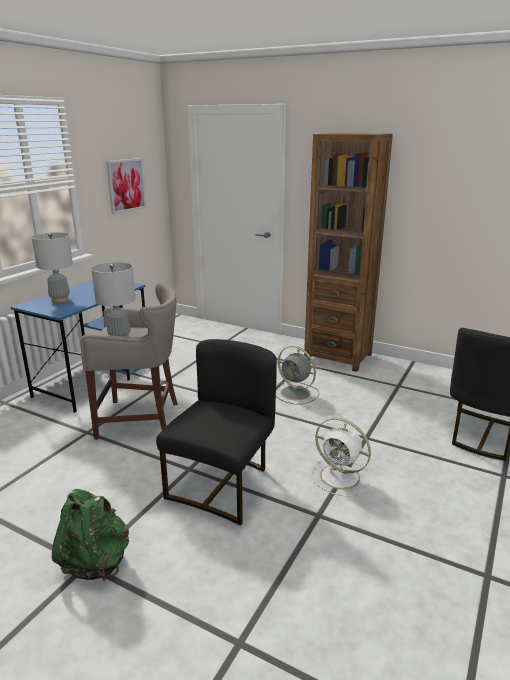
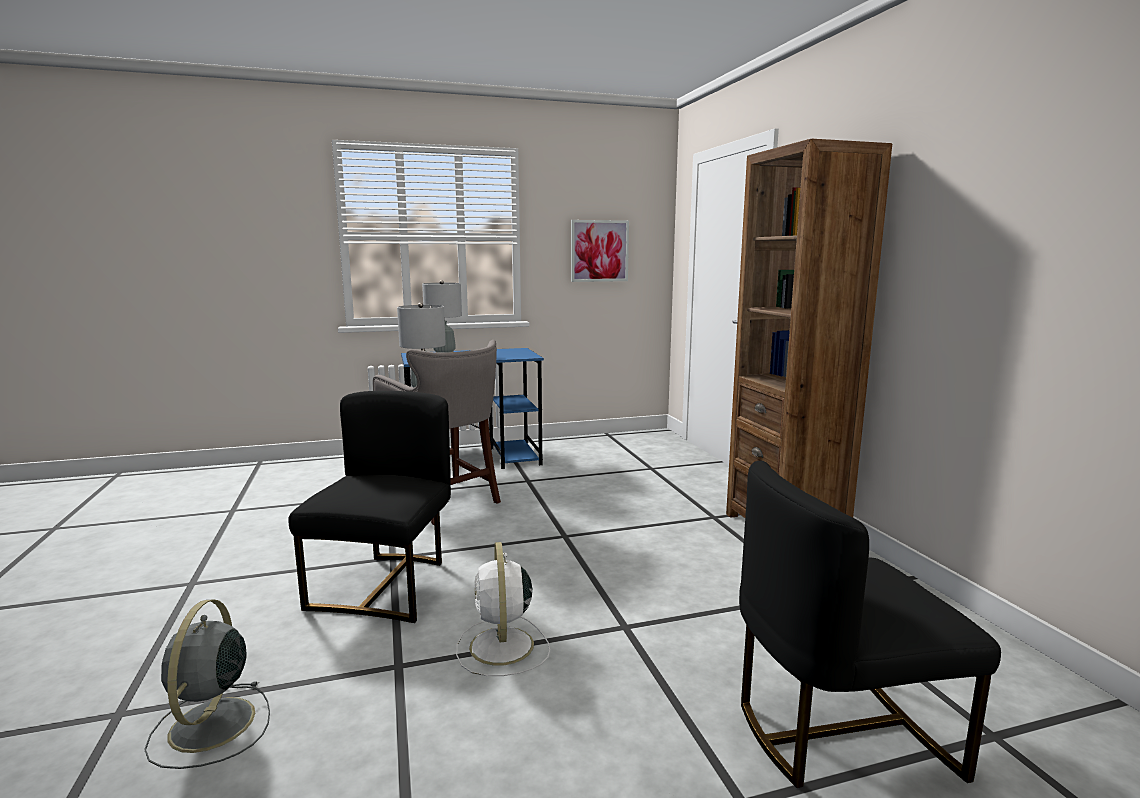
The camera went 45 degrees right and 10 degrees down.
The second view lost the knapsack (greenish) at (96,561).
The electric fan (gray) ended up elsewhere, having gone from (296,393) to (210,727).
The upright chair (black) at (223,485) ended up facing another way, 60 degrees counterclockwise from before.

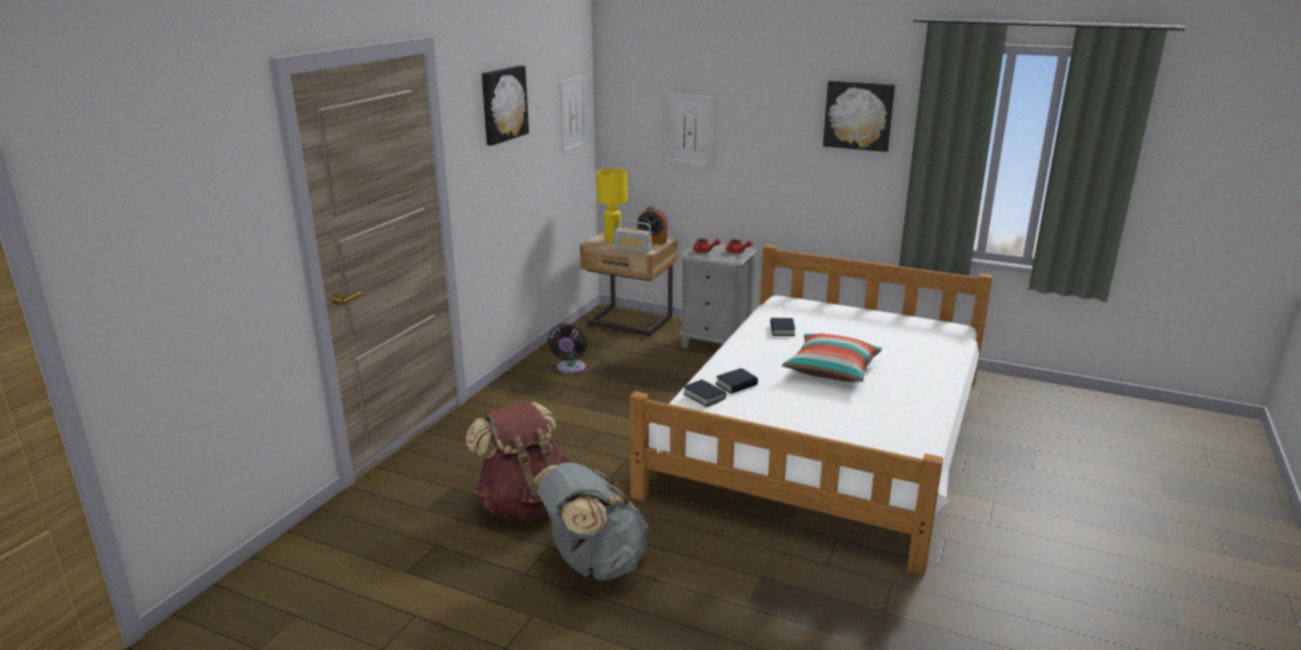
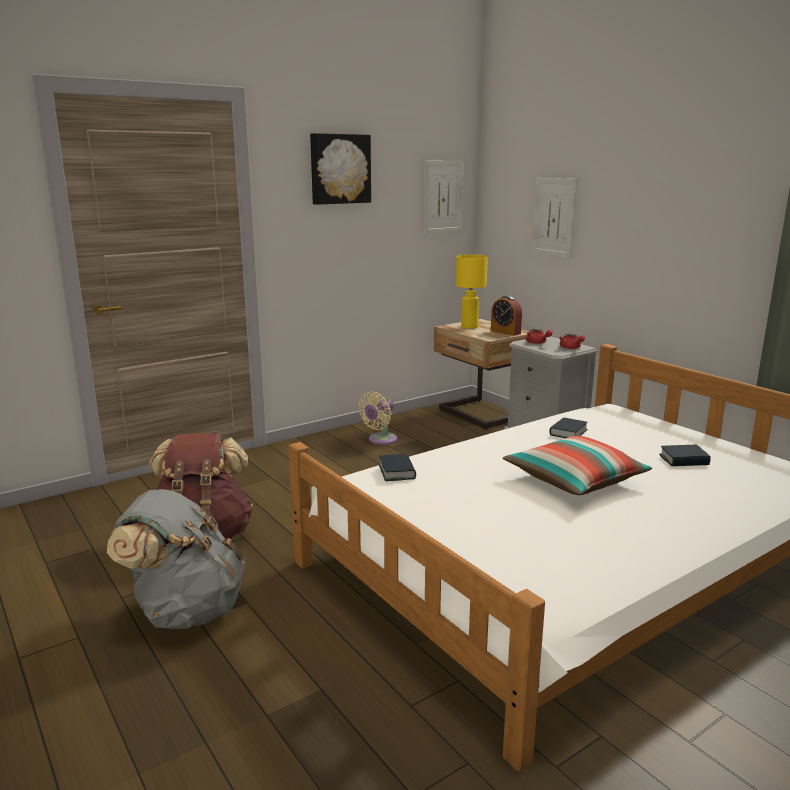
The camera went 30 degrees right and 5 degrees down.
The second view lost the radio set at (633,249).
The second view lost the picture at (858,115).
The book ended up elsewhere, having gone from (736,385) to (684,460).
What was the electric fan (black) at (570,369) turned into the electric fan (beige) at (380,440).

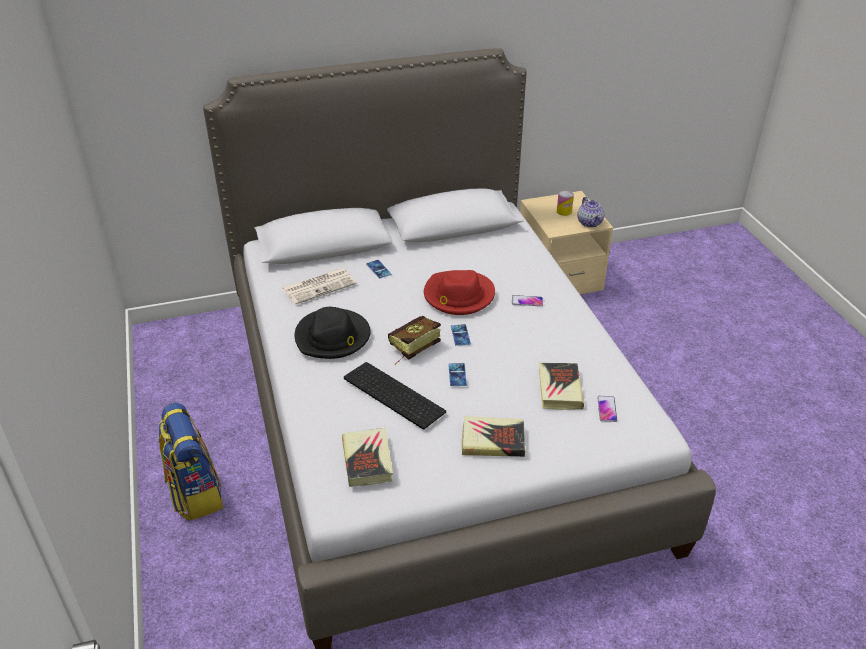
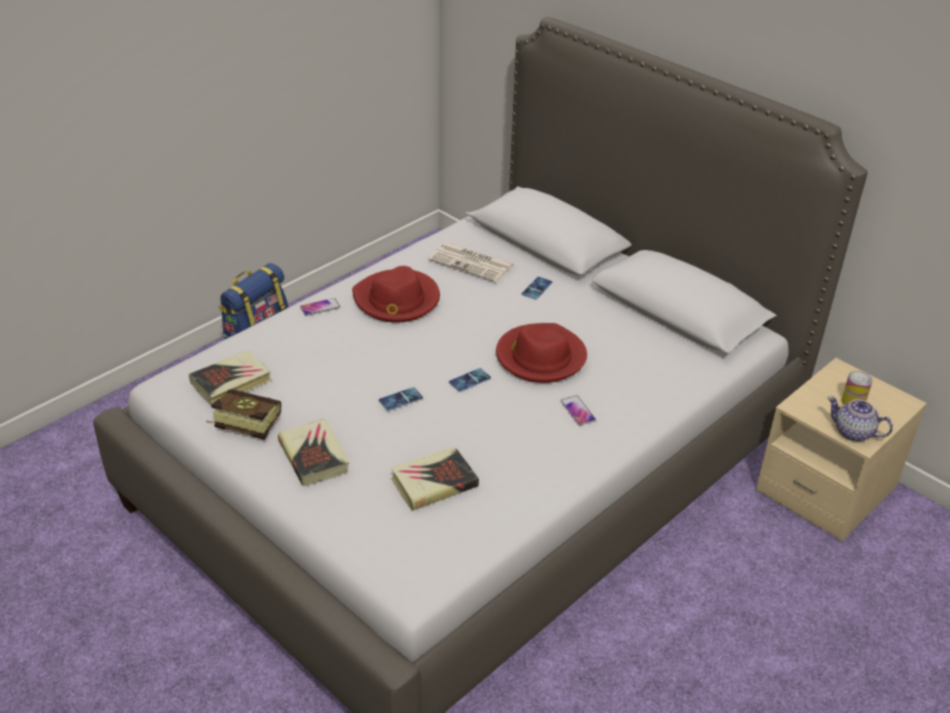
The camera went 60 degrees right and 0 degrees up.
The second view lost the keyboard at (391,395).
The book ended up elsewhere, having gone from (410,349) to (242,424).
The handset ended up elsewhere, having gone from (606,409) to (320,307).
What was the wearable hat (black) at (333,337) turned into the wearable hat (reddish) at (396,300).
The pot for tea at (589,222) ended up facing another way, 75 degrees clockwise from before.

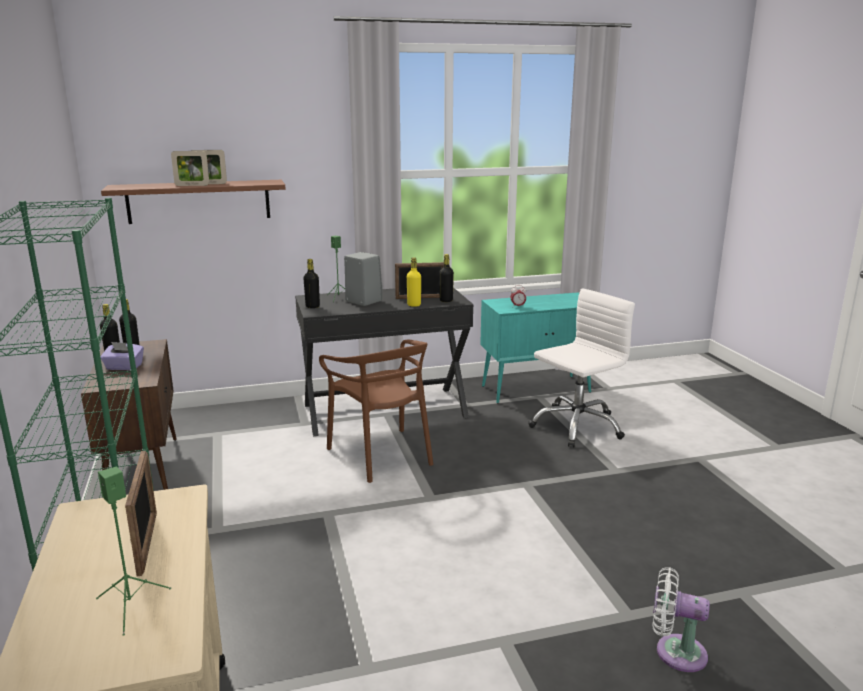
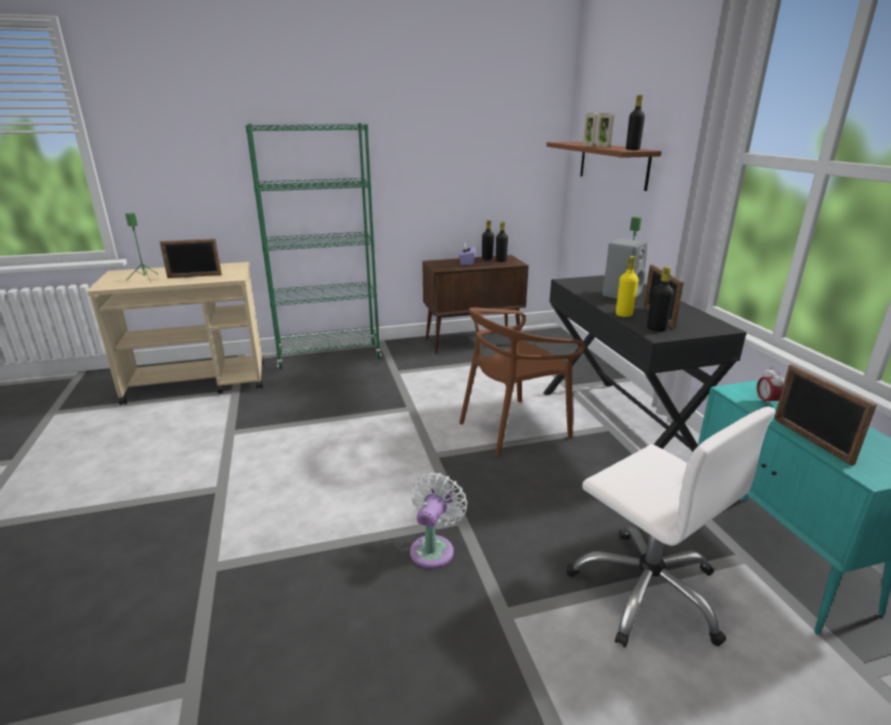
The camera went 90 degrees right and 5 degrees up.
The second view gained the picture frame at (811,440).
The bottle (black) ended up elsewhere, having gone from (312,306) to (632,149).
The electric fan (white) ended up elsewhere, having gone from (675,652) to (434,548).

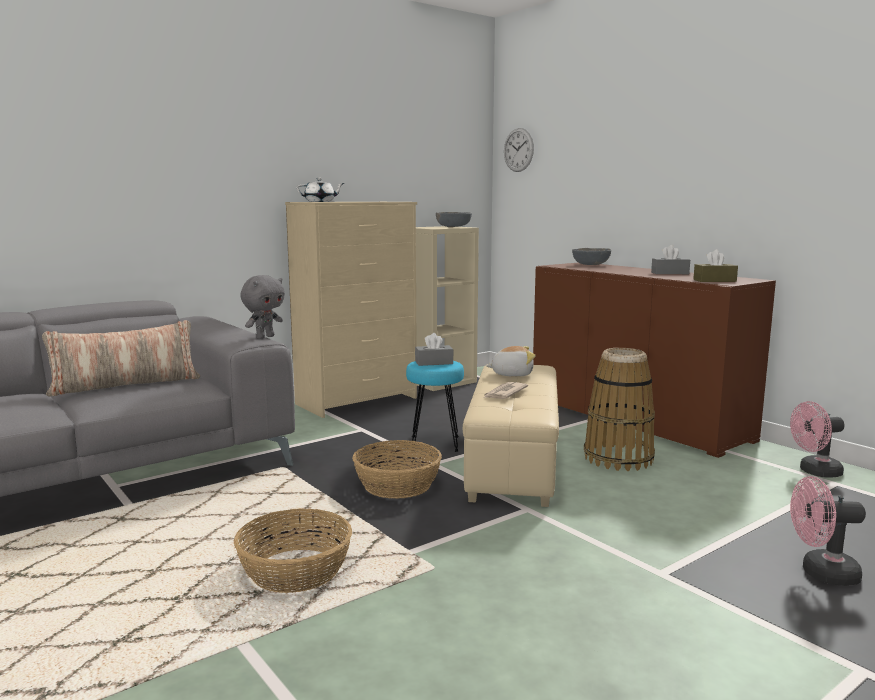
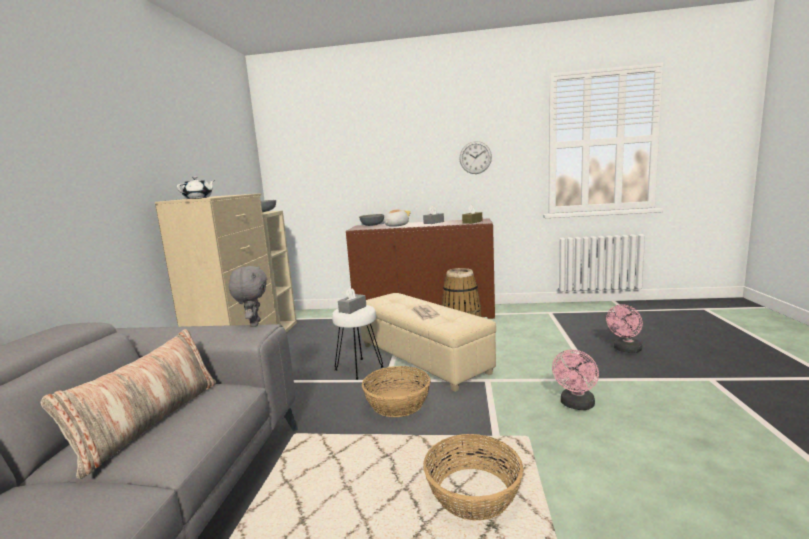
The camera went 45 degrees left and 0 degrees up.
The soft toy ended up elsewhere, having gone from (512,374) to (395,226).
The hanging clock ended up elsewhere, having gone from (518,150) to (475,157).
The electric fan (pink) ended up elsewhere, having gone from (815,472) to (576,405).
What was the stool seat (turquoise-coloured) at (435,443) turned into the stool seat (white) at (359,368).

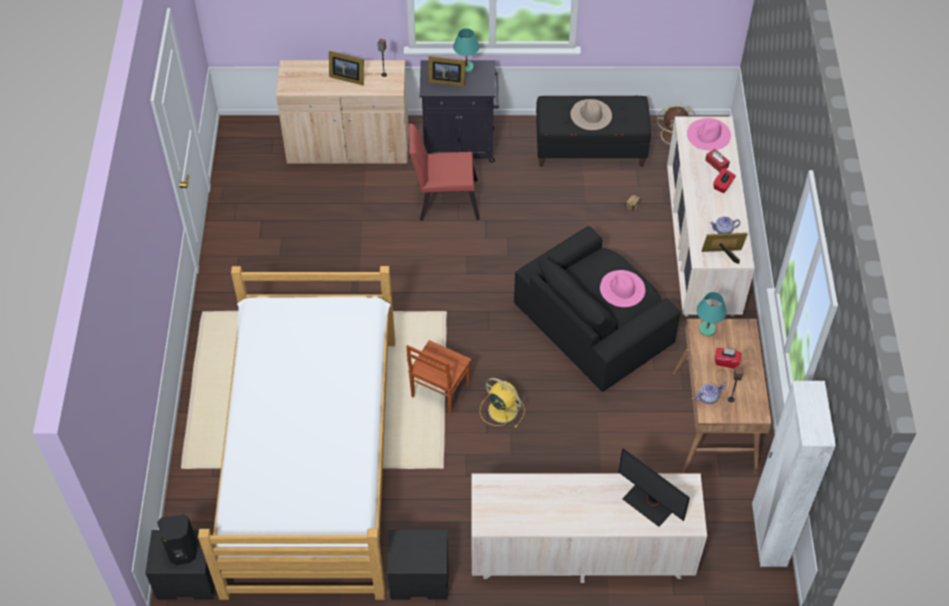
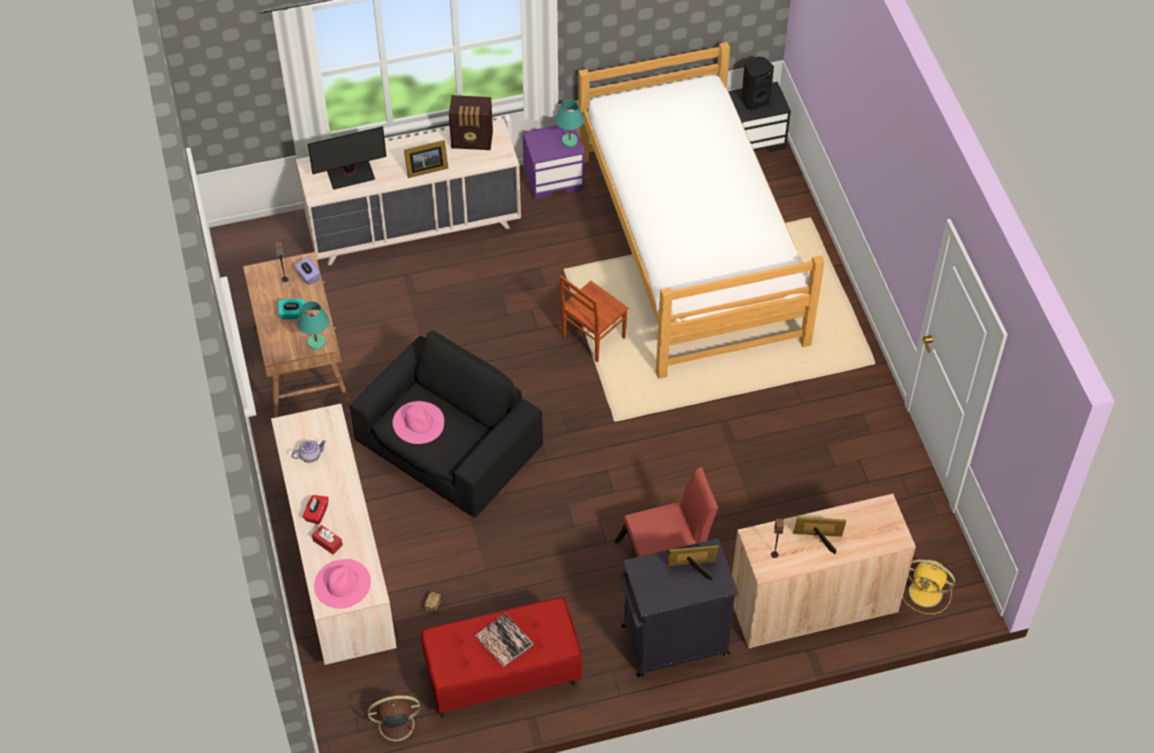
The camera went 165 degrees right and 0 degrees up.
The second view lost the wardrobe (white) at (768,536).
The second view gained the radio set at (473,141).
The lamp for a table (turquoise-coloured) ended up elsewhere, having gone from (466,67) to (569,140).
The electric fan (yellow-coloured) ended up elsewhere, having gone from (501,409) to (927,593).
The picture frame ended up elsewhere, having gone from (723,254) to (425,169).
Where the wearable hat (beige) stood at (591,114), the book came to stand at (504,640).
Where the pot for tea stood at (707,397), the tissue holder (purple) came to stand at (308,276).
What was the night table (black) at (418,579) turned into the night table (purple) at (554,178).
What was the bench (black) at (590,149) turned into the bench (reddish) at (503,676).
What was the tissue holder (reddish) at (726,361) turned into the tissue holder (turquoise-coloured) at (292,314).
The upright chair (brown) at (439,391) ended up facing another way, 150 degrees counterclockwise from before.
The computer display at (650,502) ended up facing another way, 135 degrees clockwise from before.

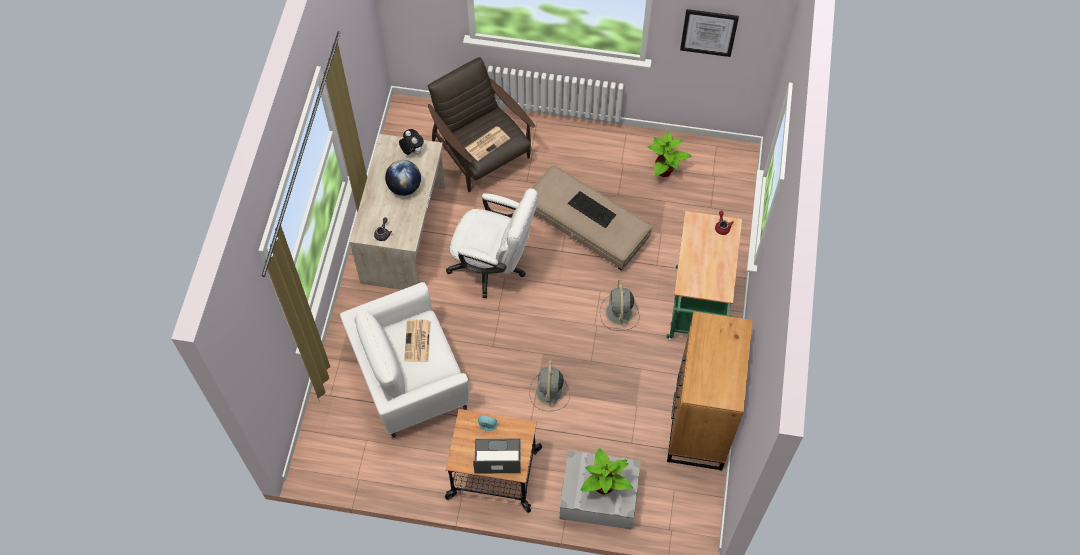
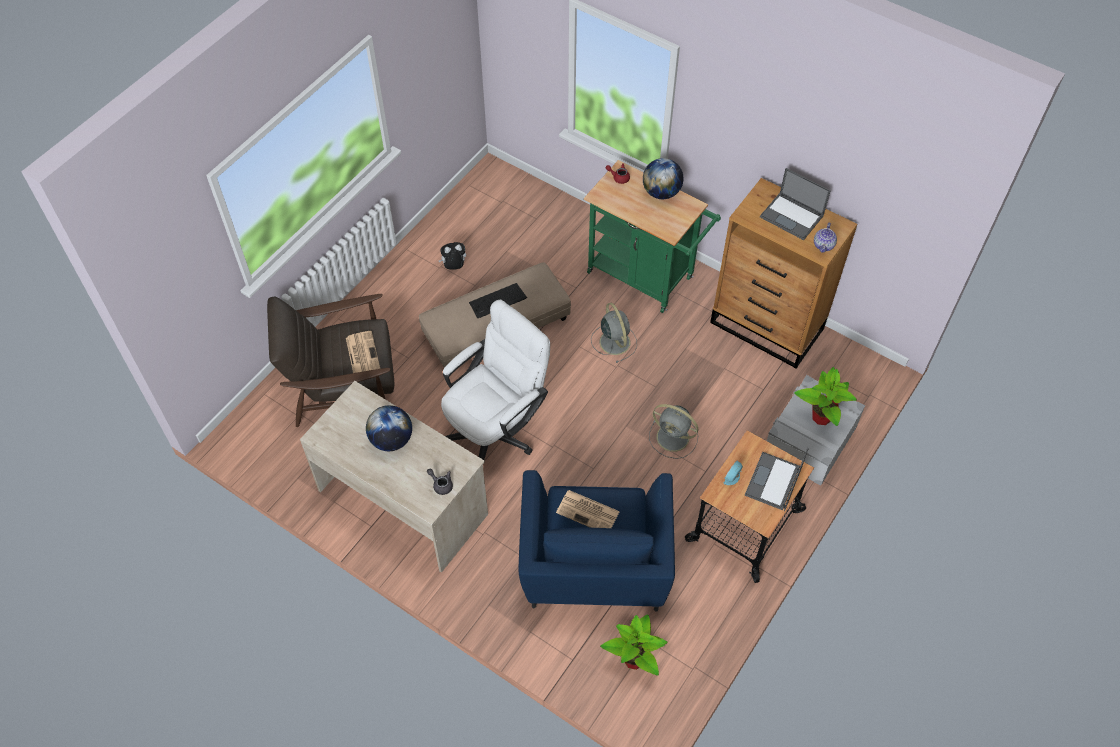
The camera went 65 degrees left and 5 degrees down.
The second view lost the picture at (708,32).
The second view gained the desk globe at (661,192).
The second view gained the laptop at (792,216).
The second view gained the pot for tea at (824,245).
The soft toy ended up elsewhere, having gone from (412,151) to (454,267).
The potted plant ended up elsewhere, having gone from (664,171) to (634,659).
What was the armchair (white) at (409,380) turned into the armchair (blue-coloured) at (594,567).
The electric fan (gray) at (619,313) ended up facing another way, 135 degrees counterclockwise from before.

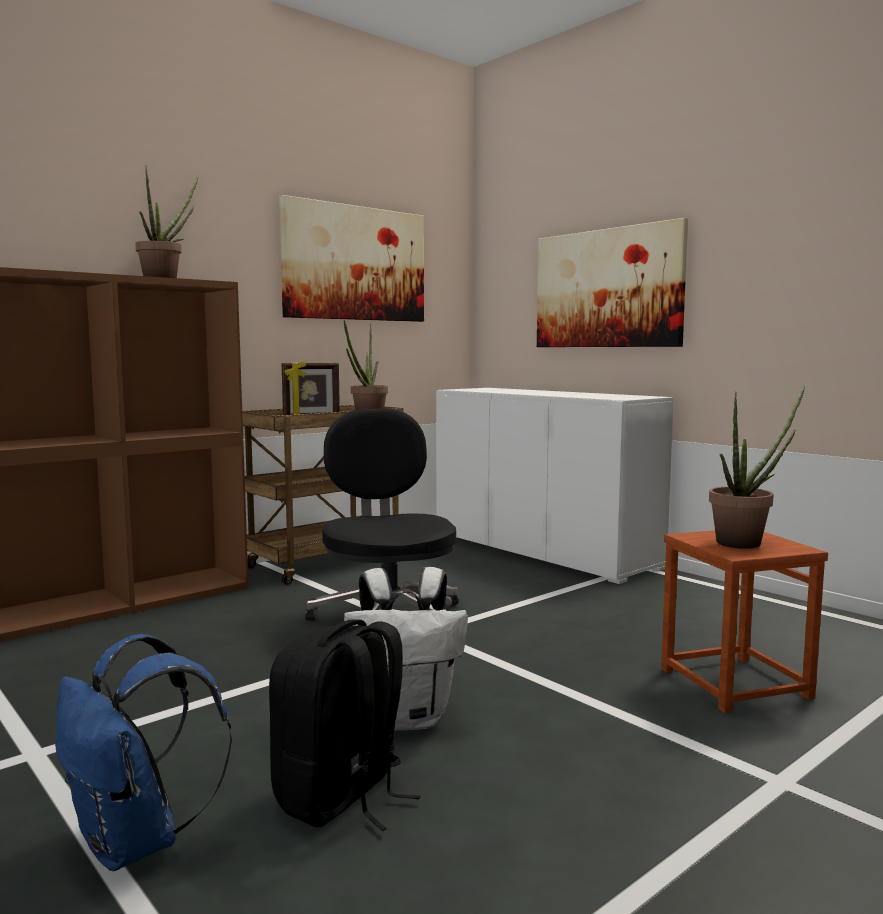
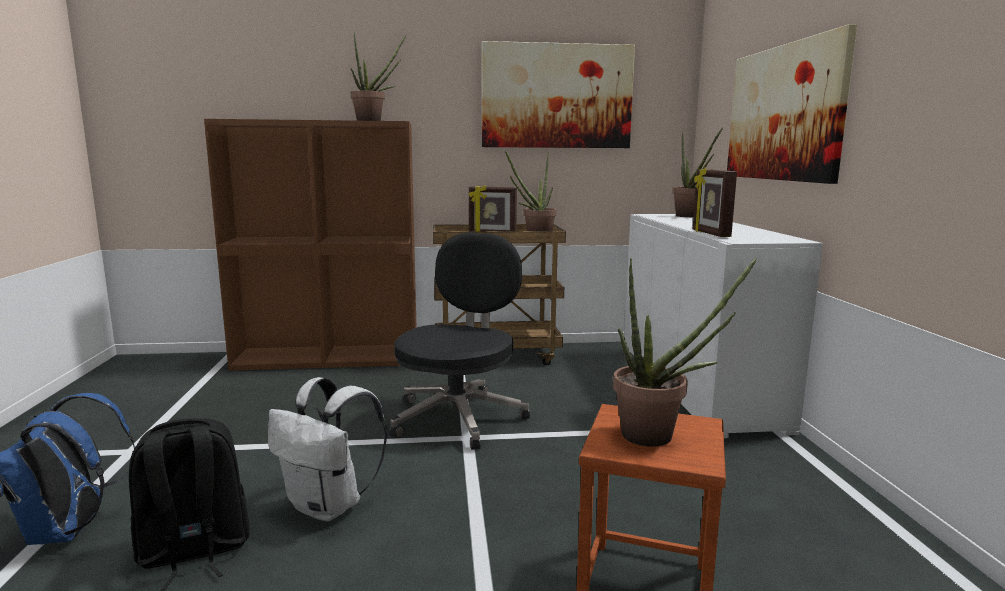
The camera went 35 degrees right and 5 degrees up.
The second view gained the potted plant at (691,216).
The second view gained the picture frame at (709,234).

